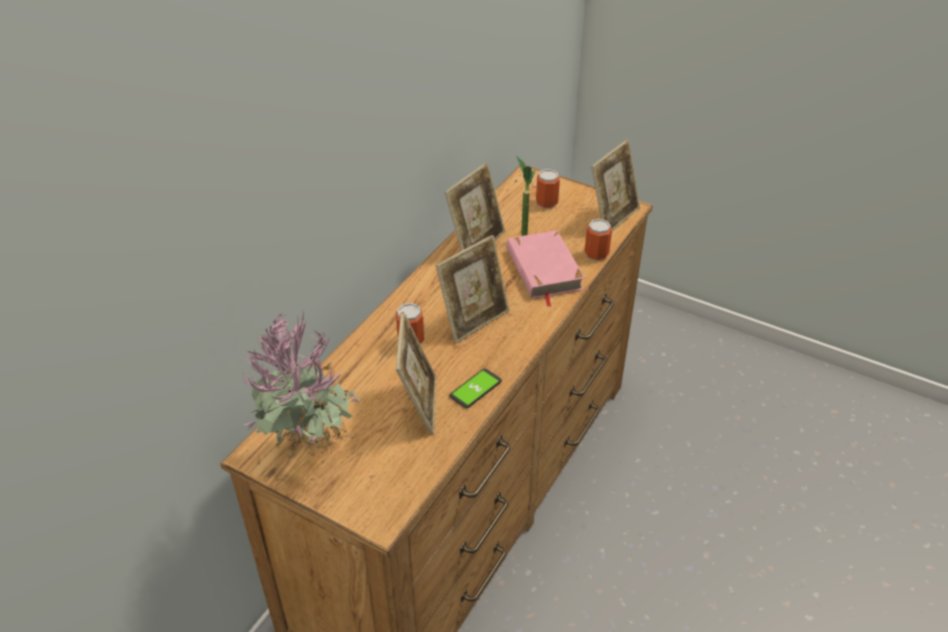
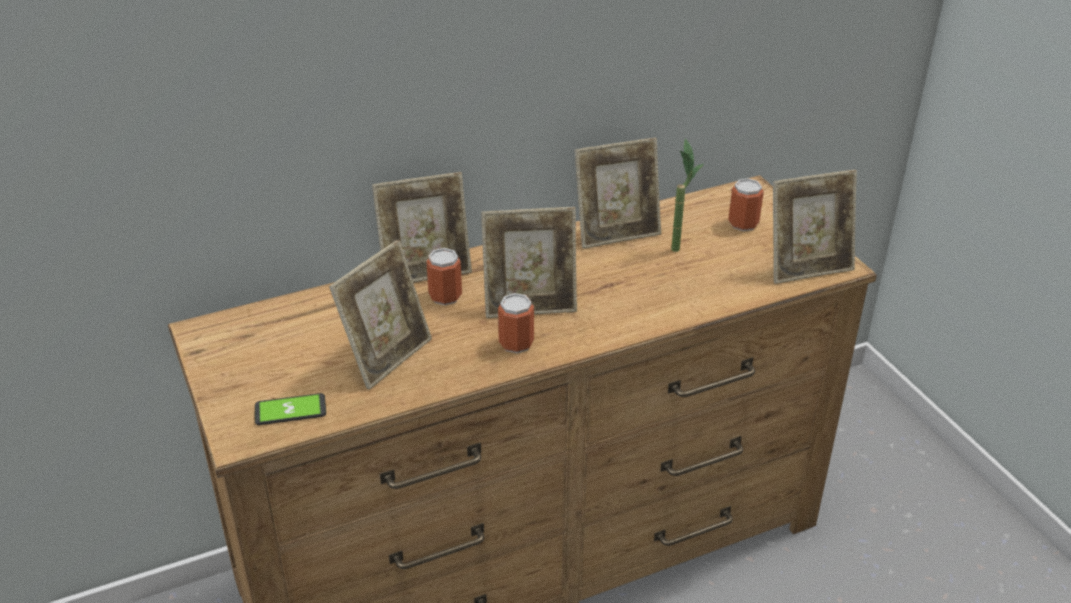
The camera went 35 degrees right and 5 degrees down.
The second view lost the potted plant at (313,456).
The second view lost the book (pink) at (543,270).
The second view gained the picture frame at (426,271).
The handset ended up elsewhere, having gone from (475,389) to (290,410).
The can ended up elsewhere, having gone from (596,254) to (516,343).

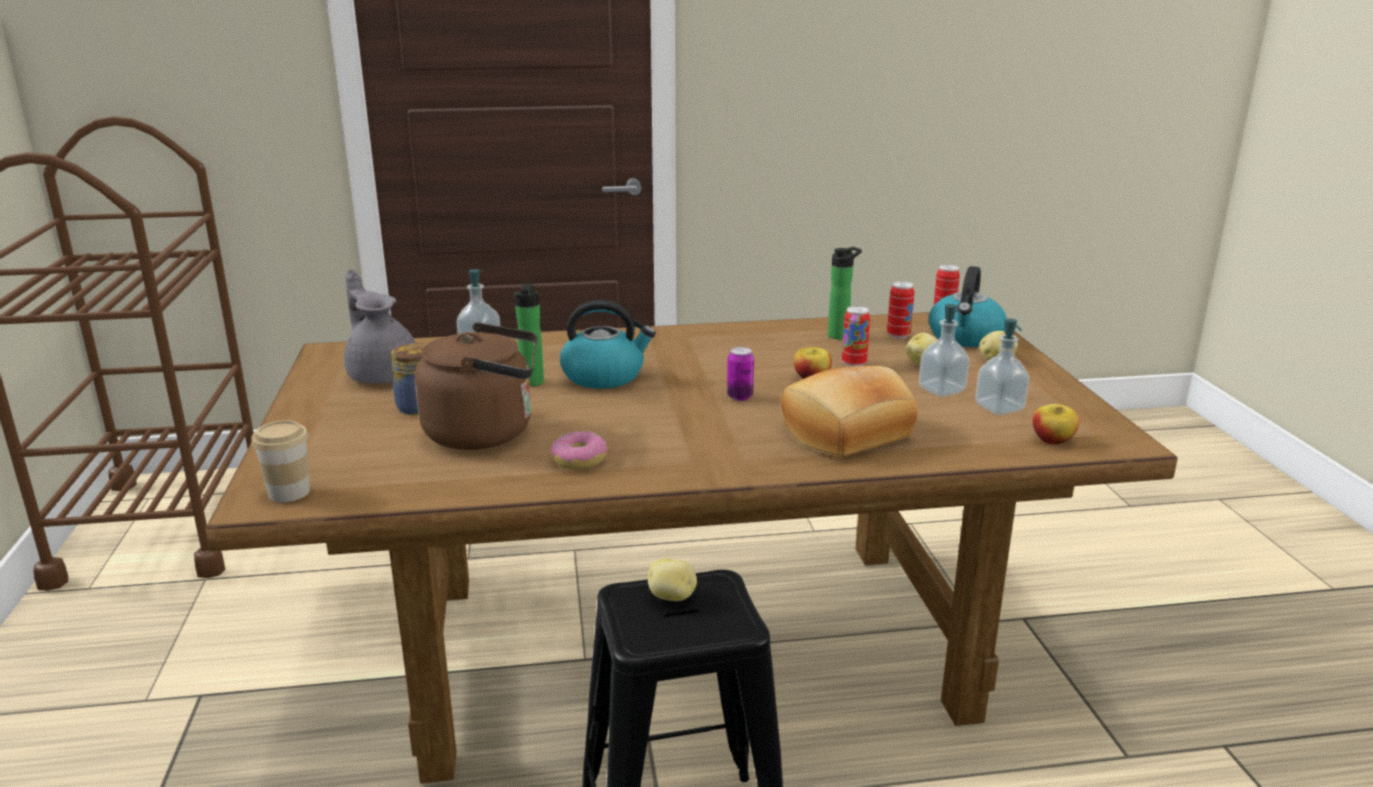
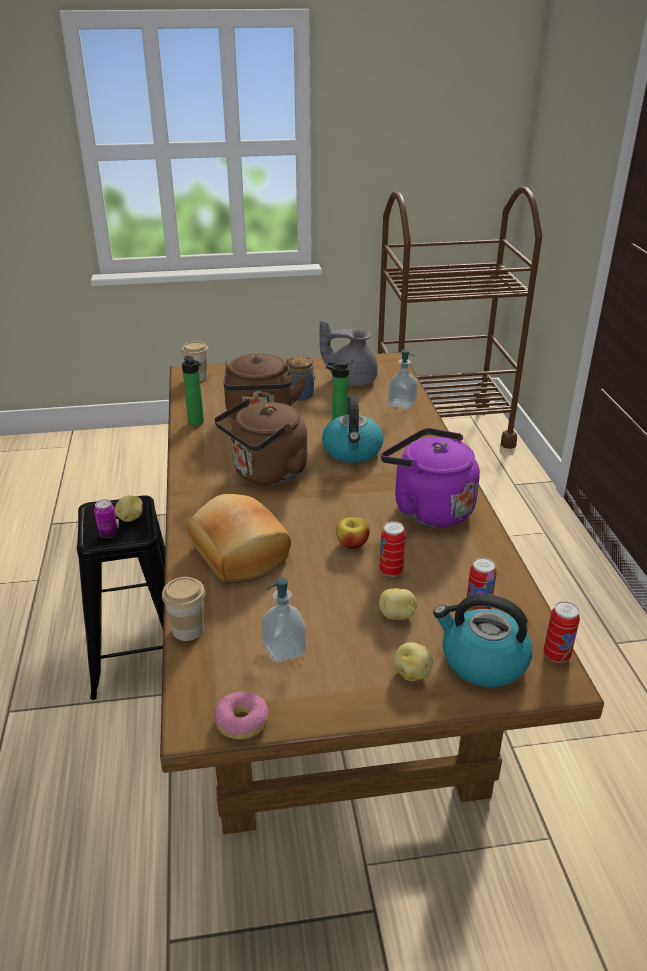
The camera went 90 degrees right and 10 degrees up.
The second view lost the liquid soap bottle at (941,390).
The second view lost the apple fruit at (1052,440).
The second view gained the cup at (188,629).
The second view gained the kettle (brown) at (266,473).
The second view gained the kettle (purple) at (428,509).
The donut ended up elsewhere, having gone from (579,460) to (242,722).
The can ended up elsewhere, having gone from (740,397) to (108,534).
The bottle ended up elsewhere, having gone from (840,335) to (197,422).
The pot for tea (gray) at (383,374) ended up facing another way, 135 degrees counterclockwise from before.

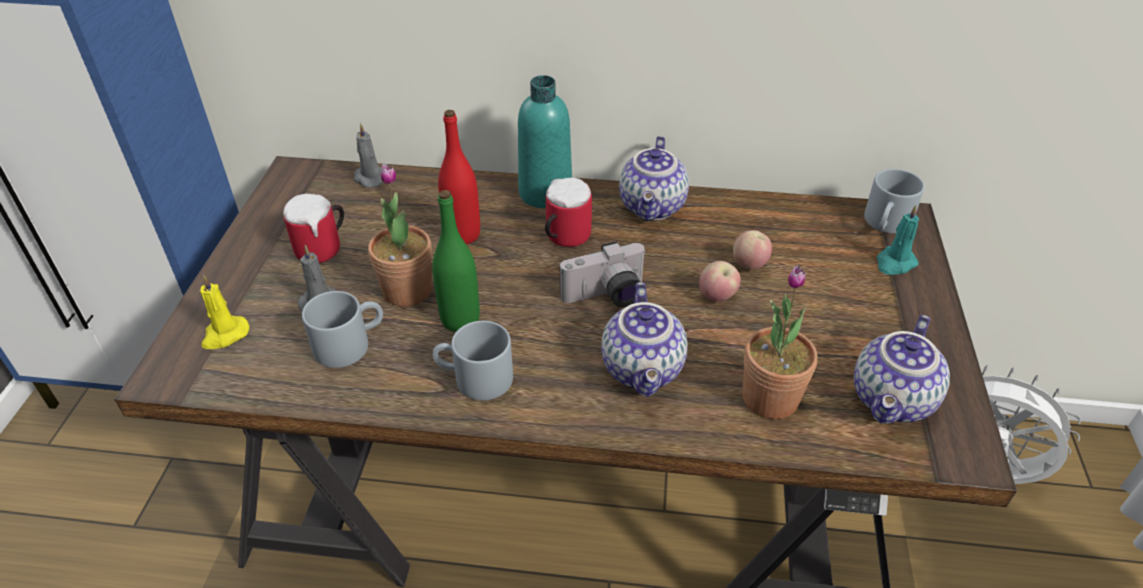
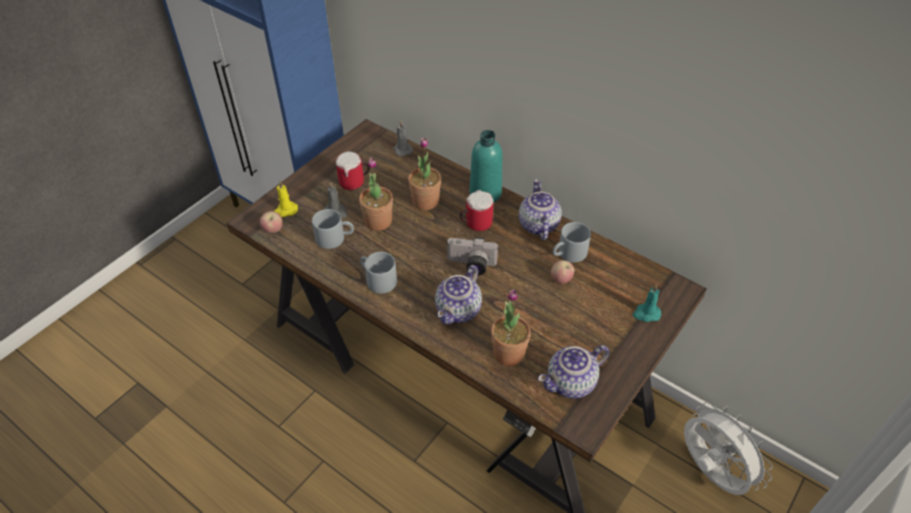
The camera went 30 degrees right and 5 degrees up.
The second view lost the bottle (greenish) at (460,320).
The apple fruit ended up elsewhere, having gone from (716,297) to (273,230).
The mug (gray) ended up elsewhere, having gone from (886,224) to (568,254).
Where the bottle (reddish) stood at (463,235), the potted plant came to stand at (425,201).
The pot for tea at (653,207) ended up facing another way, 135 degrees clockwise from before.

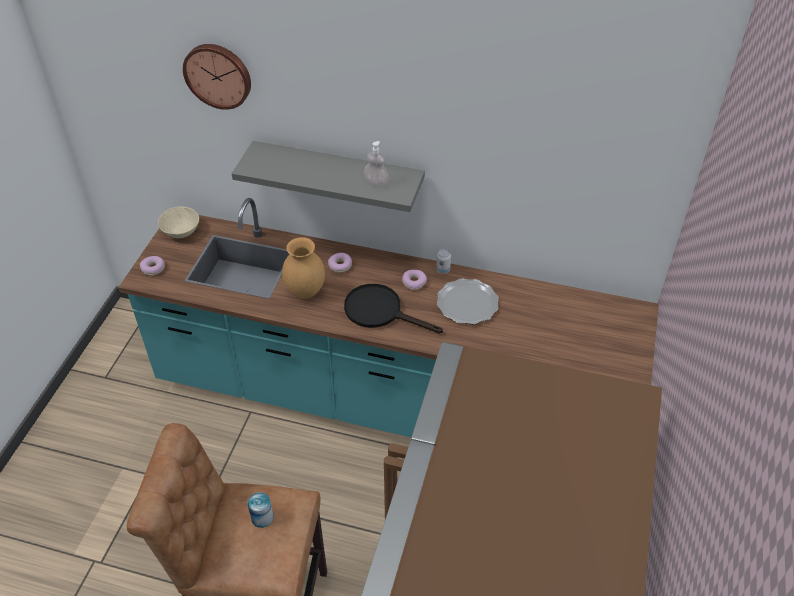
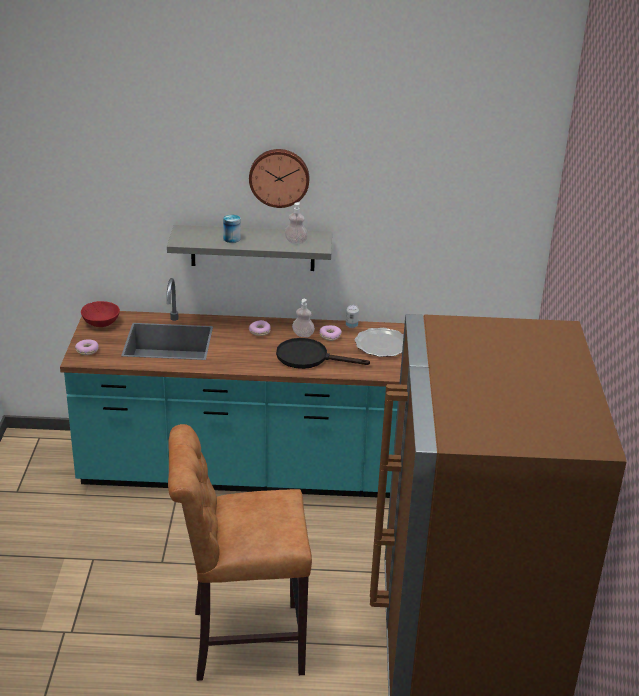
The camera went 15 degrees left and 15 degrees down.
The second view lost the flower vase (brown) at (306,291).
The second view gained the liquid soap bottle at (303,334).
The hanging clock ended up elsewhere, having gone from (218,75) to (279,177).
The can ended up elsewhere, having gone from (262,517) to (231,239).
What was the deep dish (beige) at (181,230) turned into the deep dish (reddish) at (101,322).

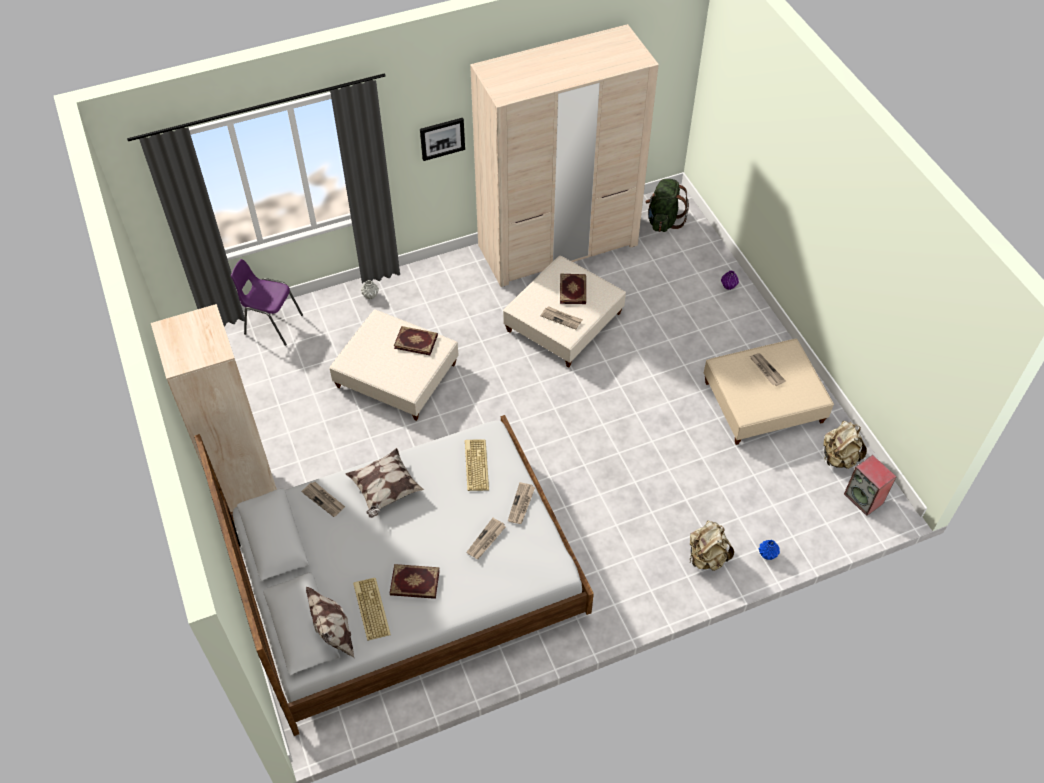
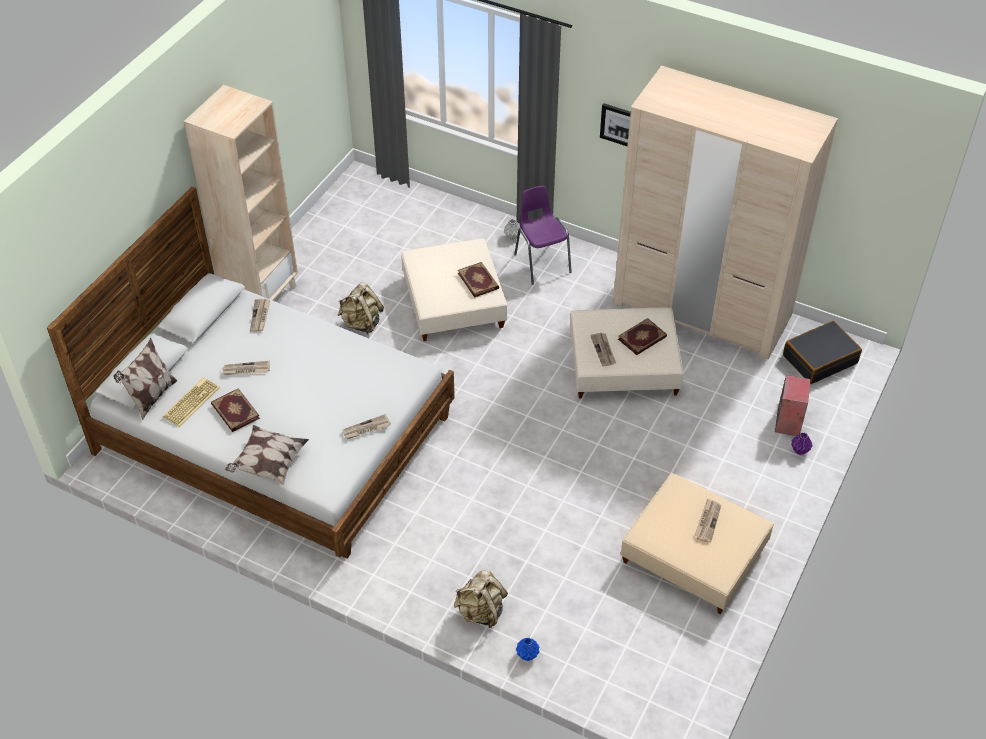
The camera went 50 degrees right and 5 degrees down.
The second view lost the keyboard at (475,465).
The upright chair (purple) ended up elsewhere, having gone from (272,324) to (541,263).
The throw pillow ended up elsewhere, having gone from (385,490) to (268,463).
The newspaper ended up elsewhere, having gone from (486,540) to (246,370).
The knapsack (beige) ended up elsewhere, having gone from (839,458) to (361,323).
The loudspeaker ended up elsewhere, having gone from (864,499) to (789,422).
Where the knapsack (greenish) stood at (663,221), the piece of luggage (black) came to stand at (819,359).

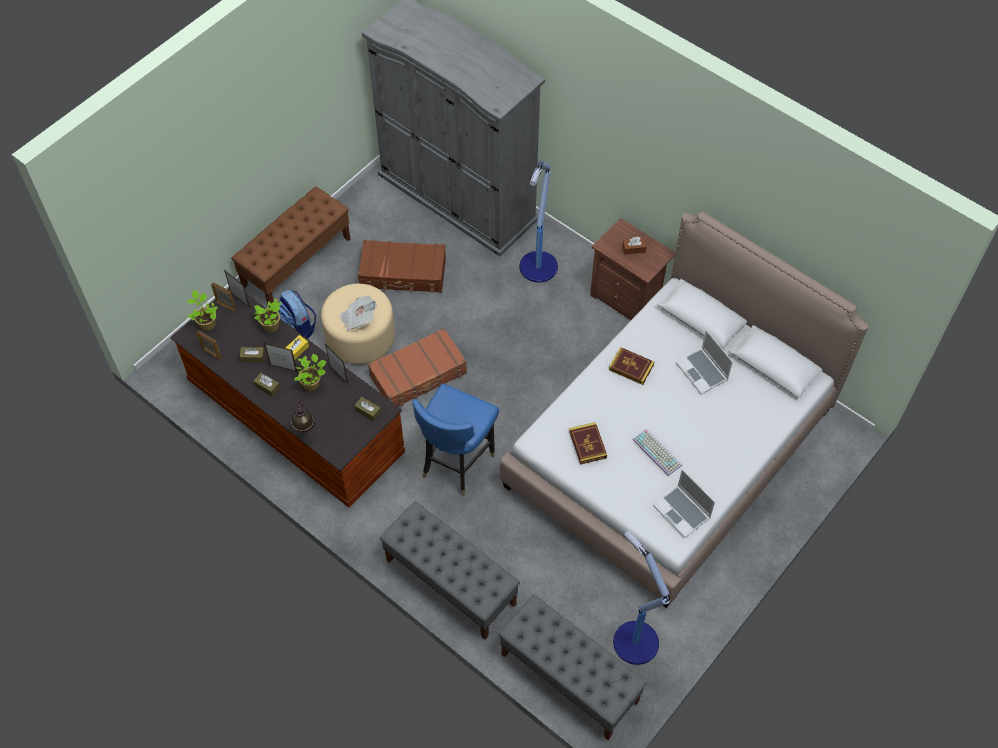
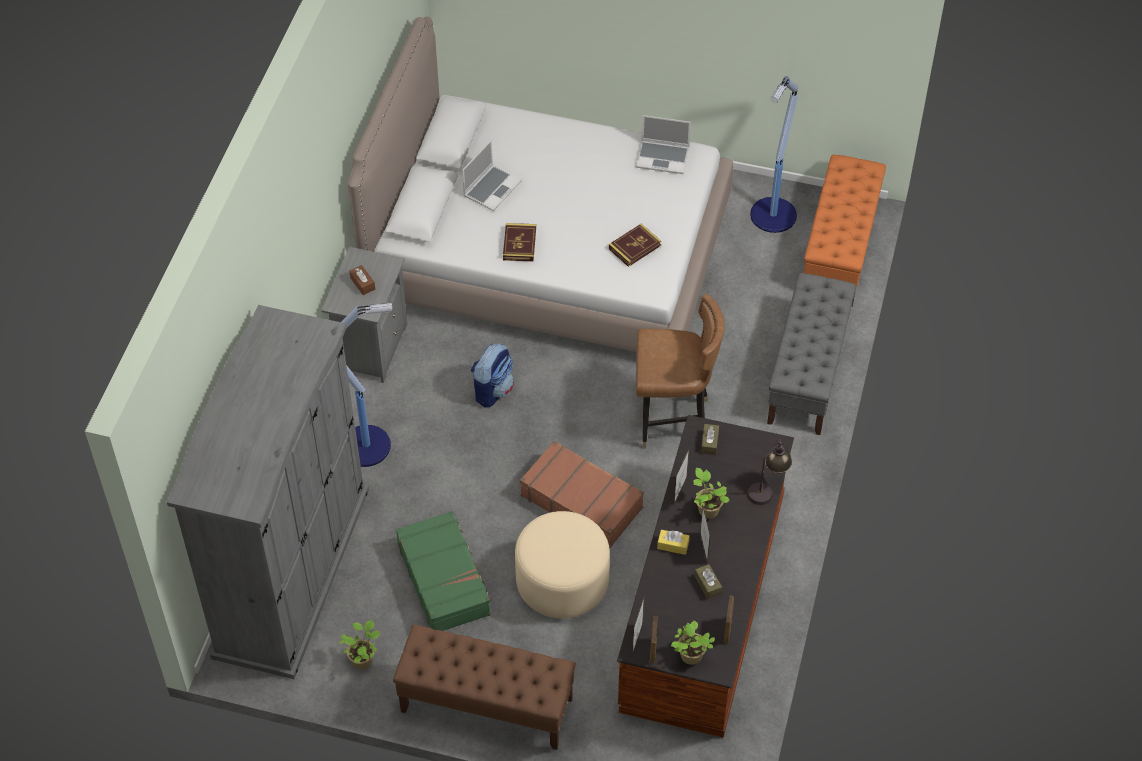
The camera went 115 degrees left and 5 degrees down.
The second view lost the tissue holder (brown) at (267,387).
The second view lost the newspaper at (358,318).
The second view lost the keyboard at (658,452).
The potted plant ended up elsewhere, having gone from (272,327) to (363,659).
The knapsack ended up elsewhere, having gone from (299,327) to (493,390).
What was the piece of luggage (brown) at (403,273) turned into the piece of luggage (greenish) at (444,579).
What was the upright chair (blue-coloured) at (456,463) turned into the upright chair (brown) at (672,421).
What was the bench (gray) at (569,678) turned into the bench (orangey) at (839,250).
What was the night table (brown) at (627,298) turned into the night table (gray) at (371,347).
The laptop at (682,512) ended up facing another way, 75 degrees clockwise from before.

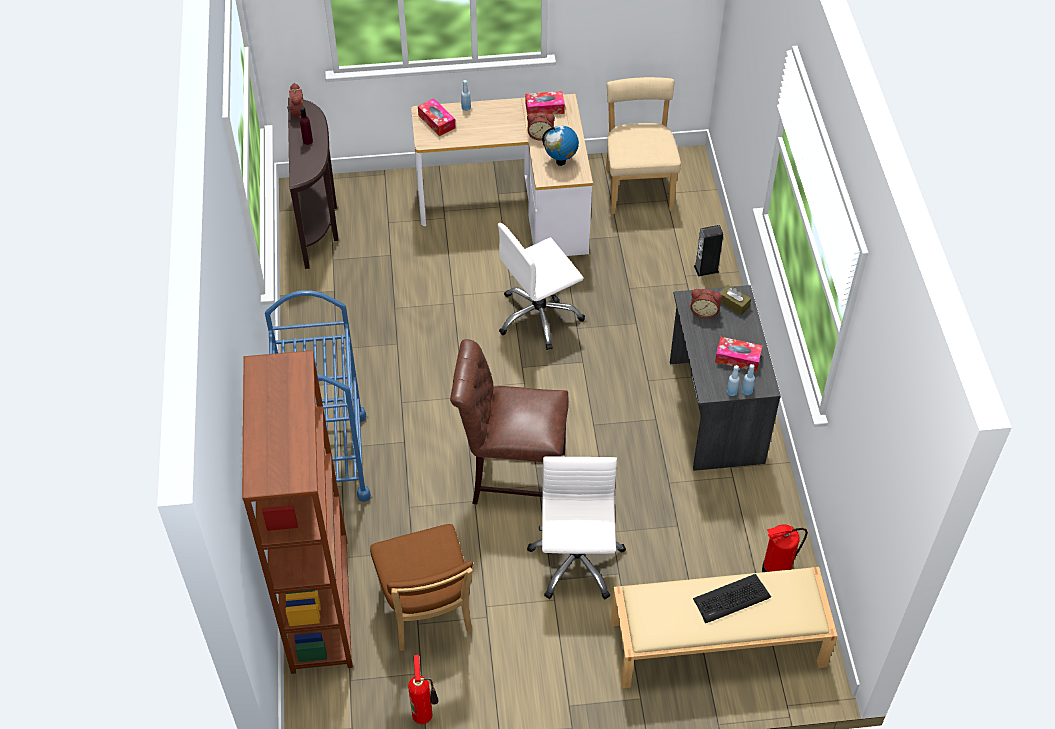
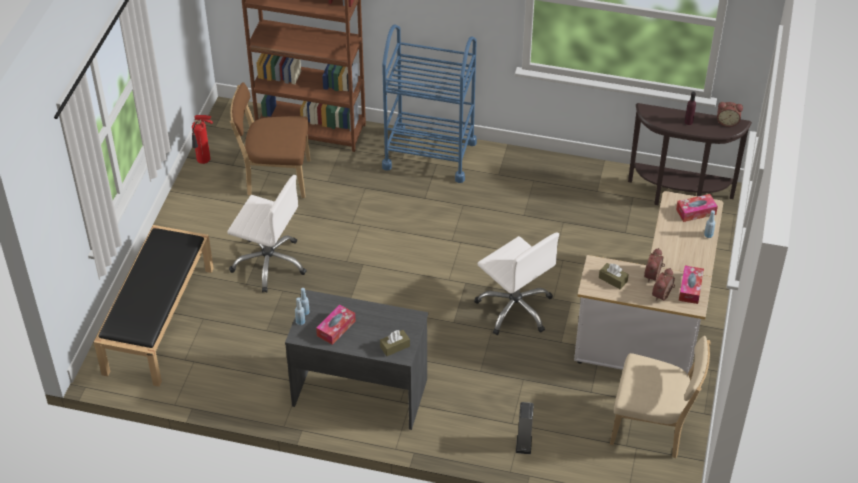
The camera went 110 degrees right and 5 degrees down.
The second view lost the upright chair (brown) at (512,476).
The second view lost the keyboard at (731,599).
The second view lost the fire-fighting cylinder at (775,570).
The bedside clock ended up elsewhere, having gone from (704,311) to (663,295).
Where the desk globe stood at (560,161), the tissue holder (brown) came to stand at (613,279).
What was the bench (beige) at (716,643) turned into the bench (black) at (159,319).
The office chair (white) at (539,317) ended up facing another way, 150 degrees clockwise from before.

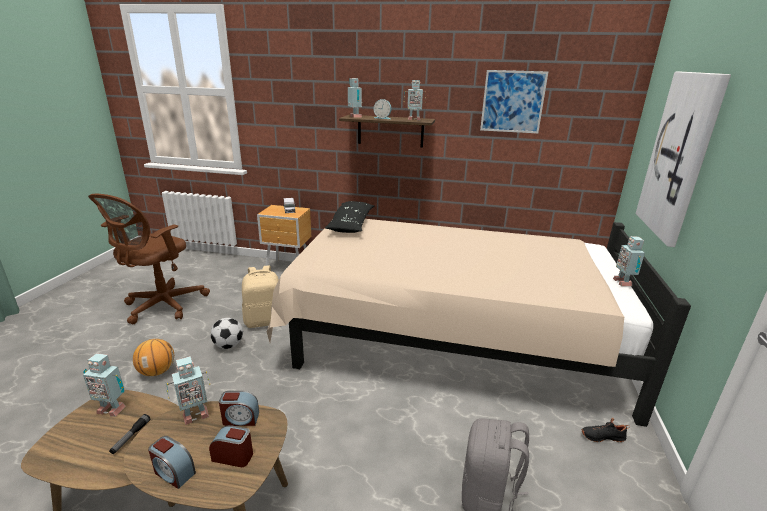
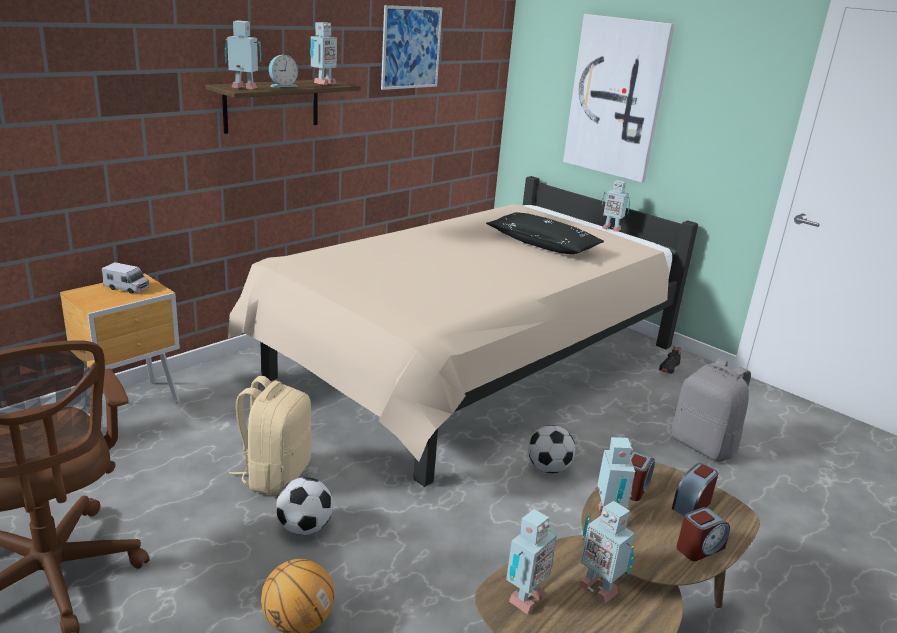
The camera went 60 degrees left and 0 degrees up.
The second view gained the ball for football at (548,468).
The throw pillow (black) ended up elsewhere, having gone from (351,224) to (543,244).
Where the flashlight stood at (131,437), the robot figure came to stand at (598,587).

